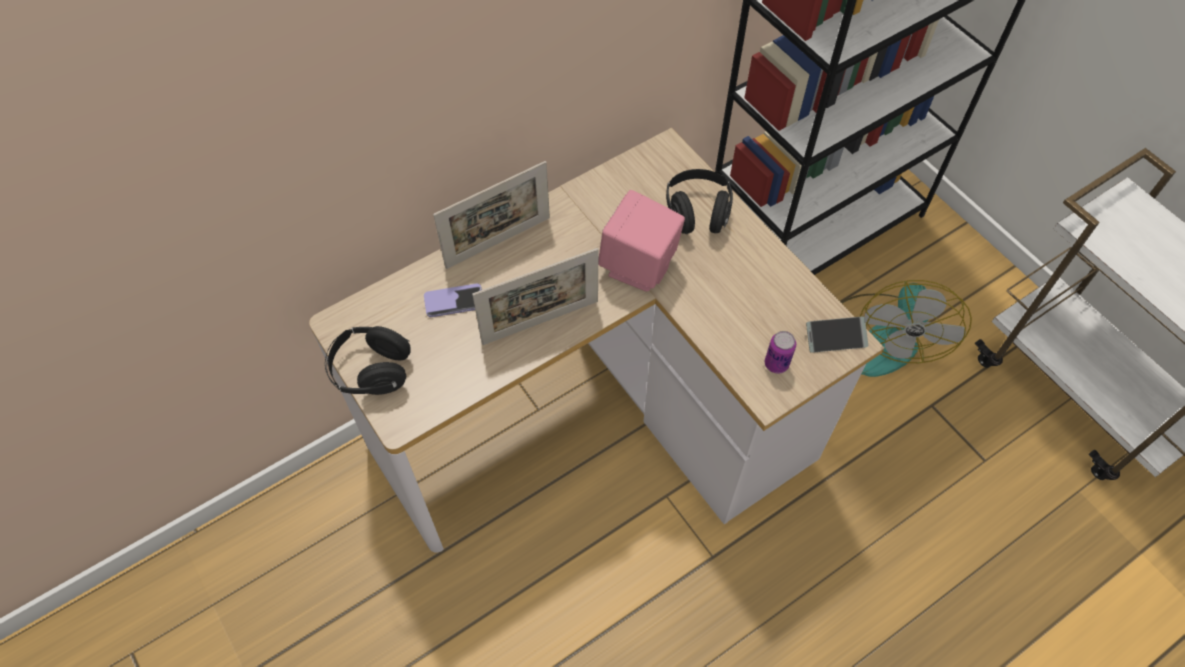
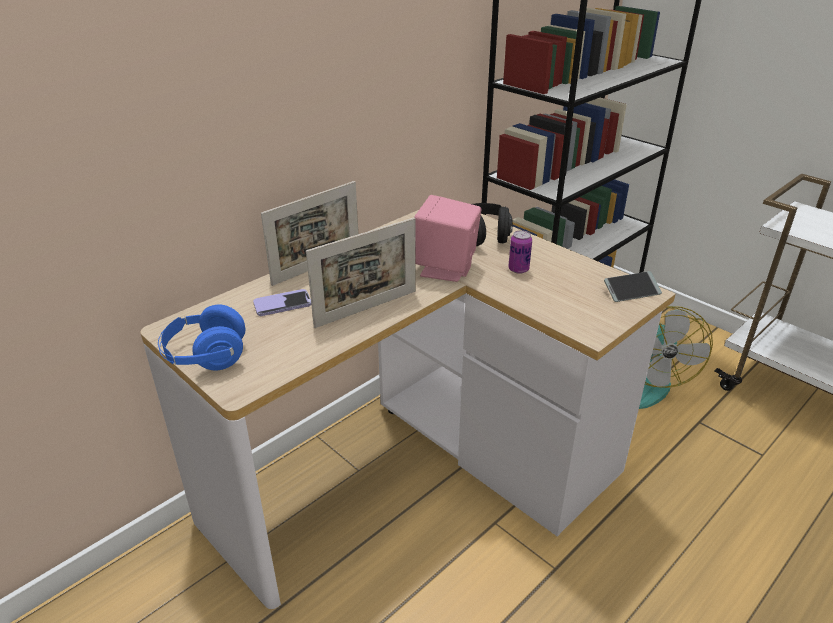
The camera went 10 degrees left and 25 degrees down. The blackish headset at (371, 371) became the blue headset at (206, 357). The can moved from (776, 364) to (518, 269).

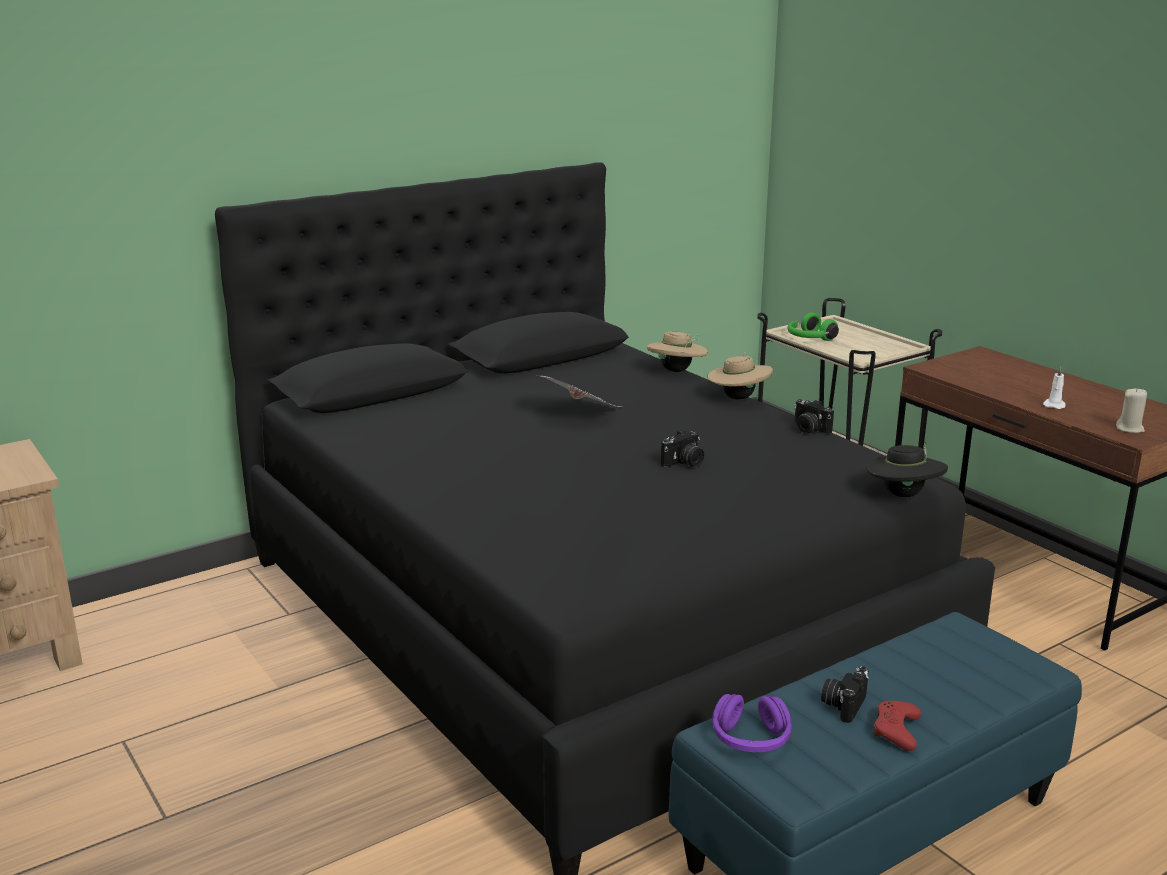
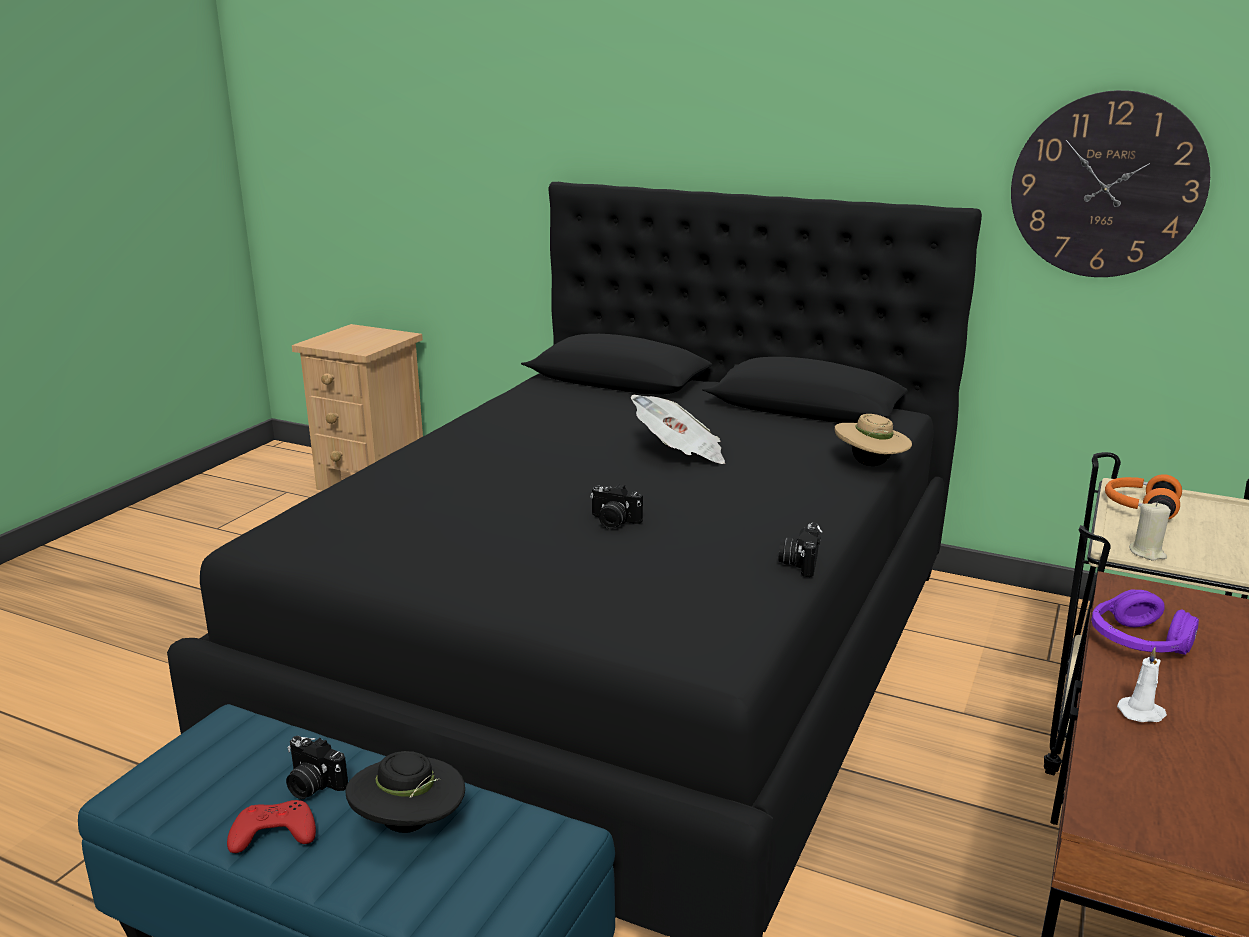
The camera went 60 degrees right and 0 degrees up. The green-coloured headset at (809, 339) became the orangey headset at (1139, 508). The beige hat at (738, 398) disappeared. The beige wax candle moved from (1130, 429) to (1147, 553). The blackish hat moved from (903, 495) to (409, 825). The still camera at (843, 704) turned 150 degrees counterclockwise. The purple-coloured headset moved from (751, 739) to (1137, 641). The hanging clock at (1107, 186) appeared.

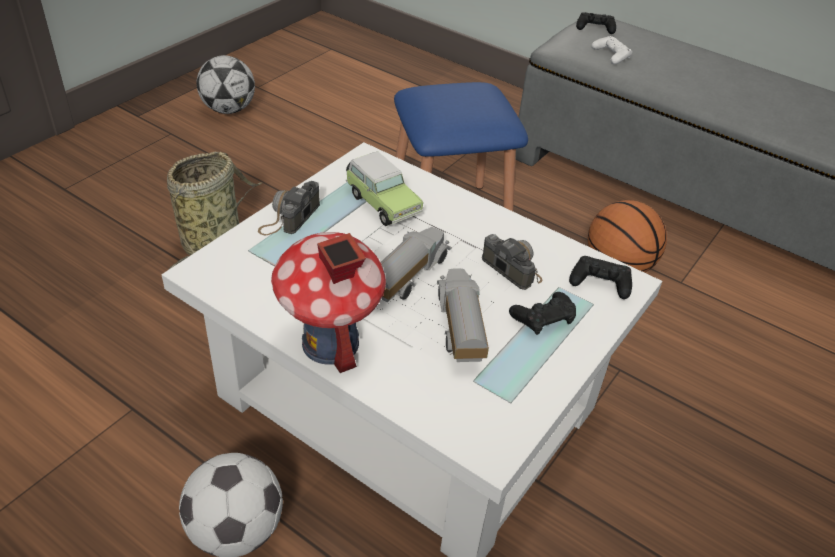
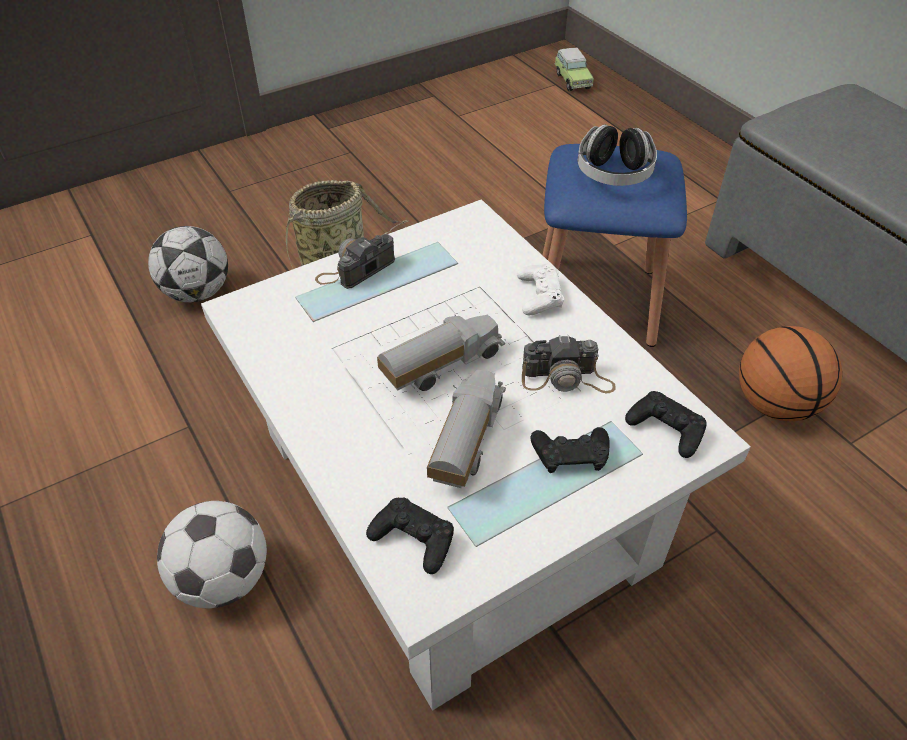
The camera went 25 degrees right and 5 degrees up. The blackish game controller moved from (595, 28) to (413, 539). The white-coloured game controller moved from (611, 55) to (539, 295). The football ball moved from (228, 109) to (197, 292). The toy car moved from (381, 203) to (572, 80). The model house at (330, 343) disappeared. The still camera at (509, 264) turned 105 degrees clockwise. The headset at (613, 175) appeared.

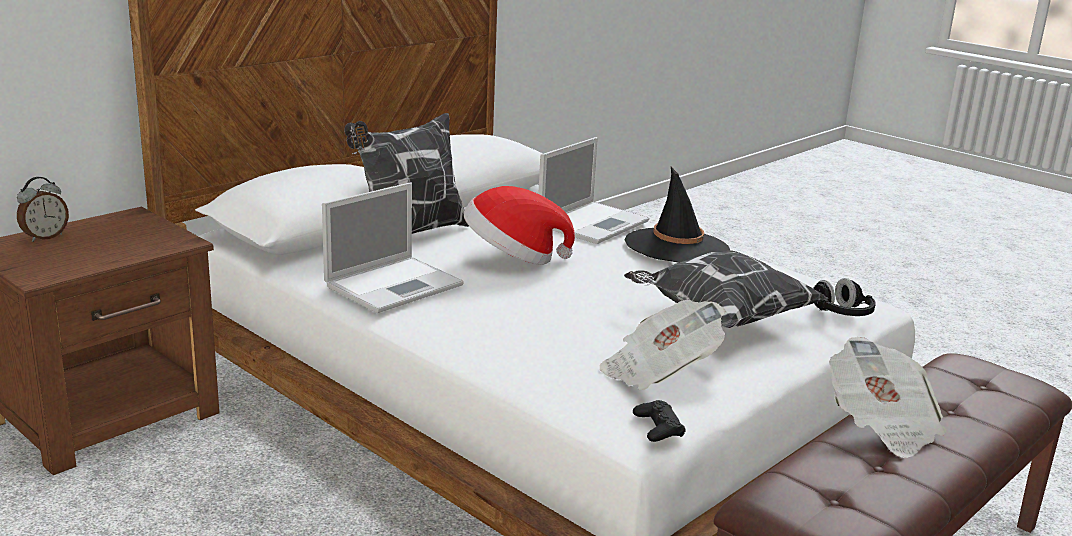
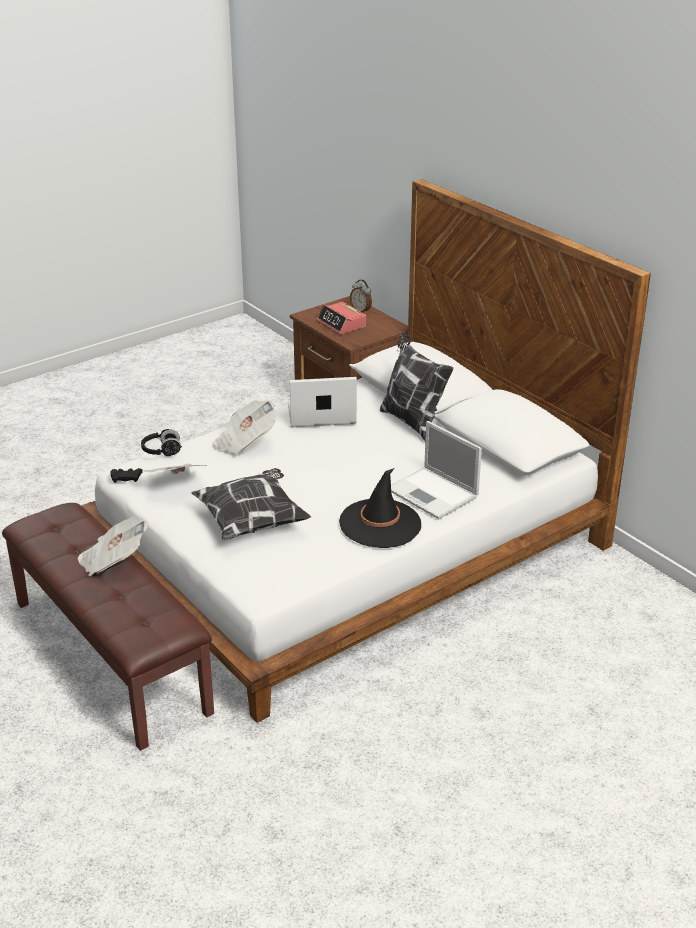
The camera went 100 degrees right and 10 degrees up. The notebook computer at (395, 284) turned 120 degrees clockwise. The hat at (513, 257) disappeared. The blackish headset moved from (841, 314) to (162, 451). The bedside clock at (341, 324) appeared. The printed paper at (245, 441) appeared.

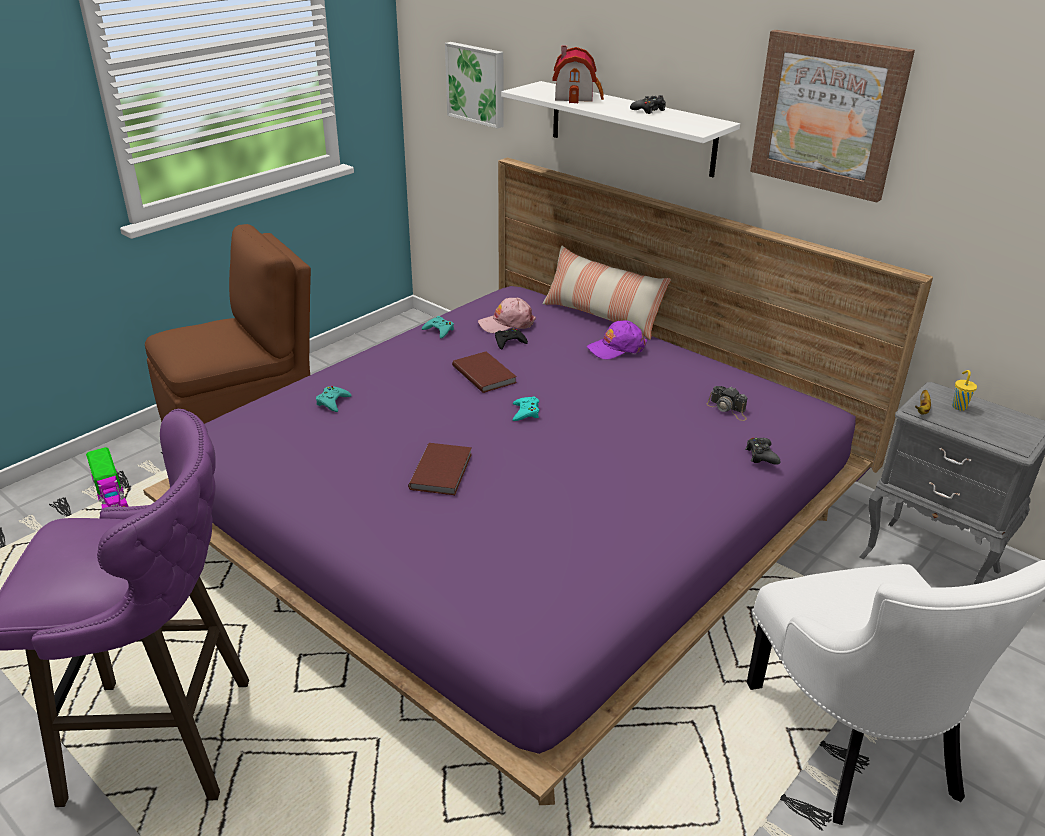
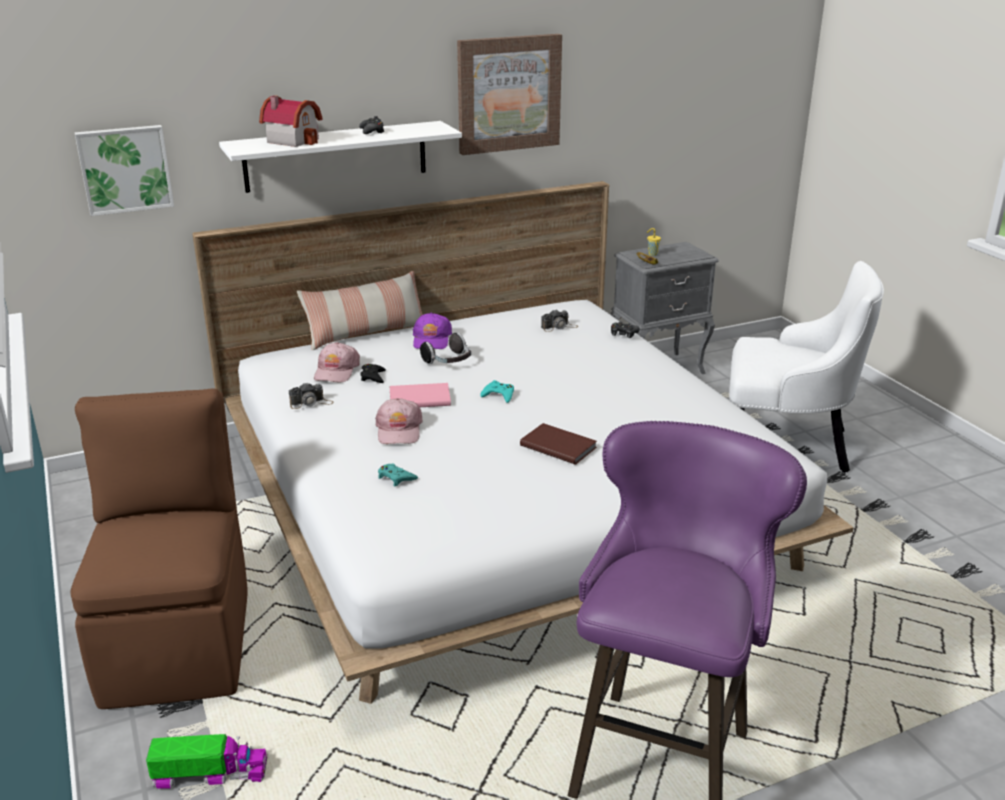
The camera went 65 degrees left and 5 degrees down. The purple-coloured bed at (521, 525) became the white-coloured bed at (503, 504). The turquoise game controller at (439, 330) was replaced by the still camera at (311, 403). The brownish volume at (485, 373) became the pinkish volume at (419, 398). The headset at (449, 362) appeared. The pinkish peaked cap at (399, 430) appeared.

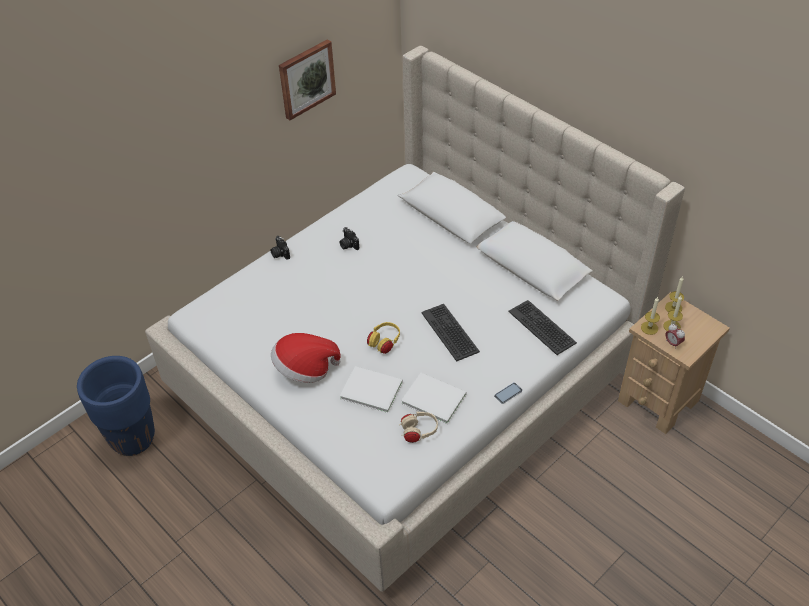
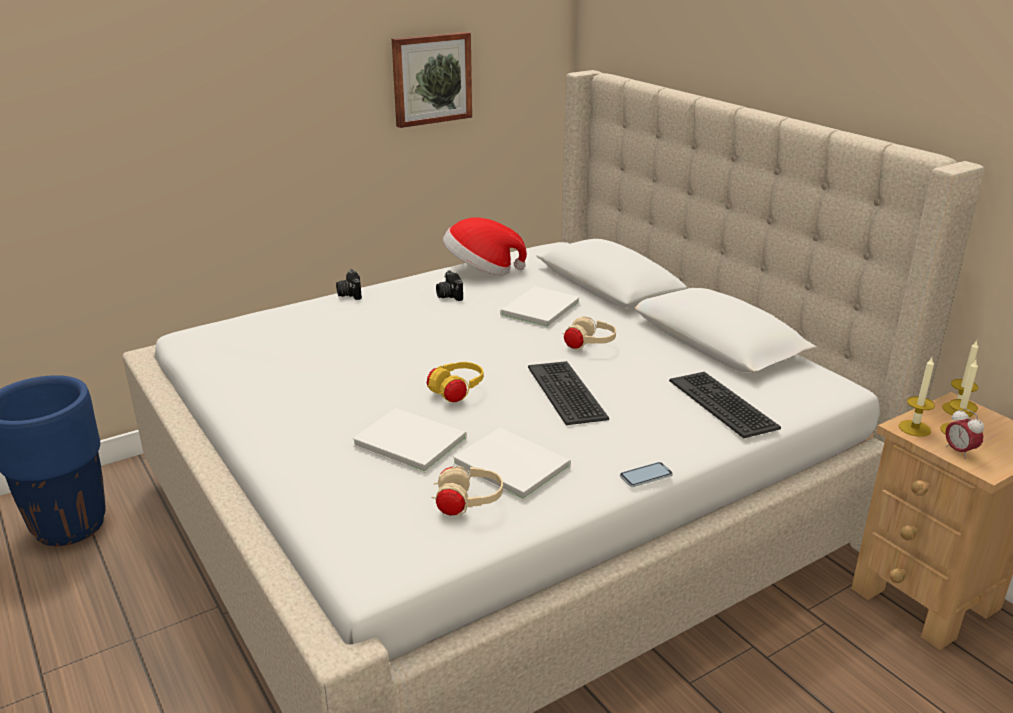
The camera went 10 degrees right and 20 degrees down. The hat moved from (305, 369) to (481, 270). The white-coloured volume at (537, 309) appeared. The beige headset at (589, 346) appeared.

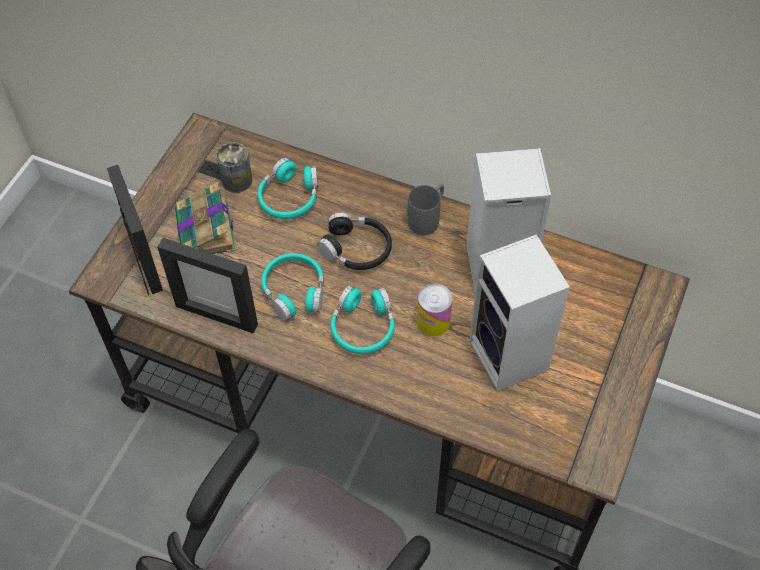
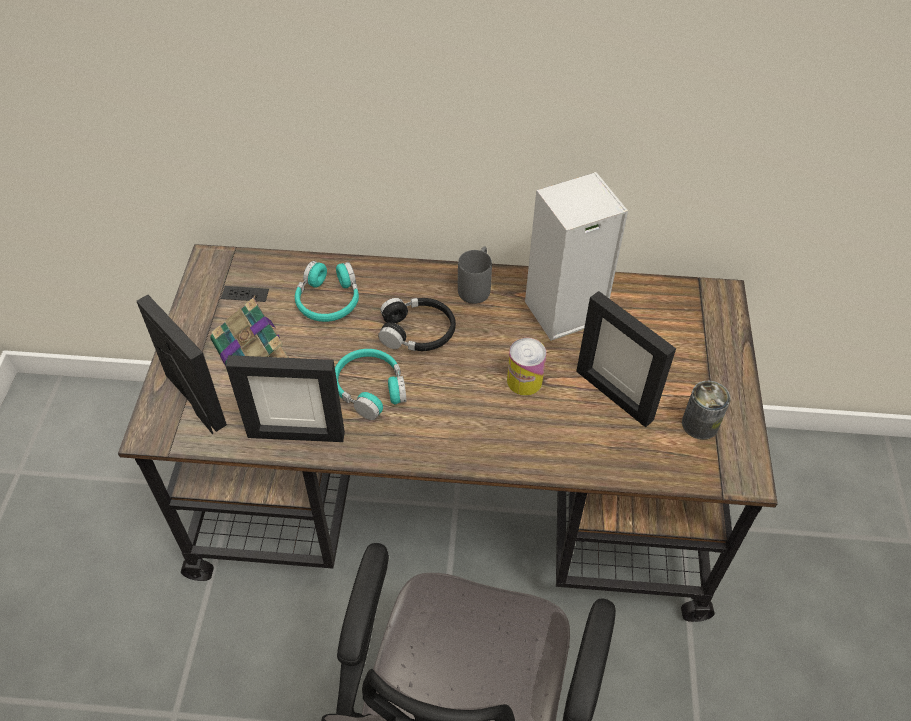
The camera went 20 degrees left and 5 degrees down. The can moved from (237, 180) to (700, 424). The loudspeaker at (511, 357) was replaced by the photo frame at (615, 394). The turquoise headset at (363, 327) disappeared.

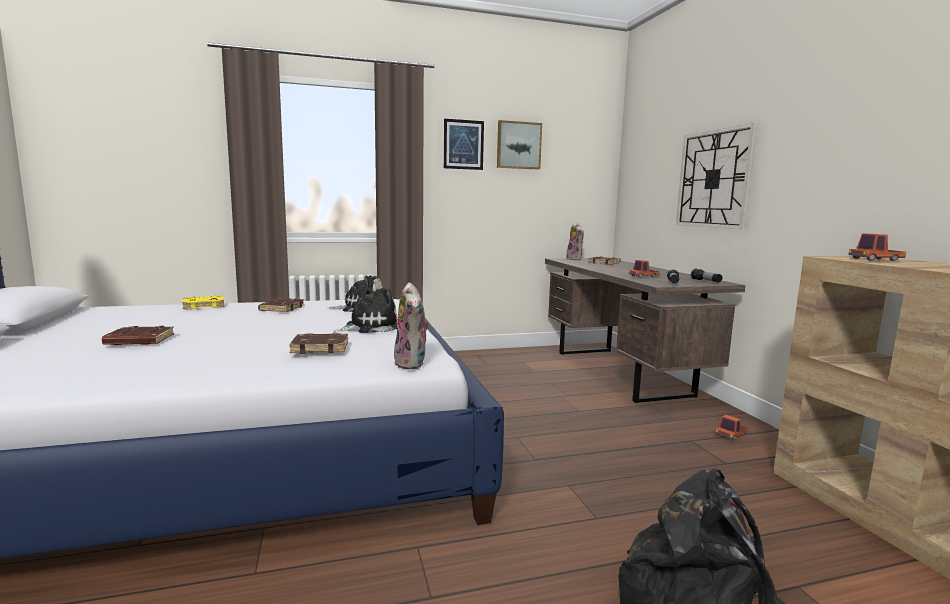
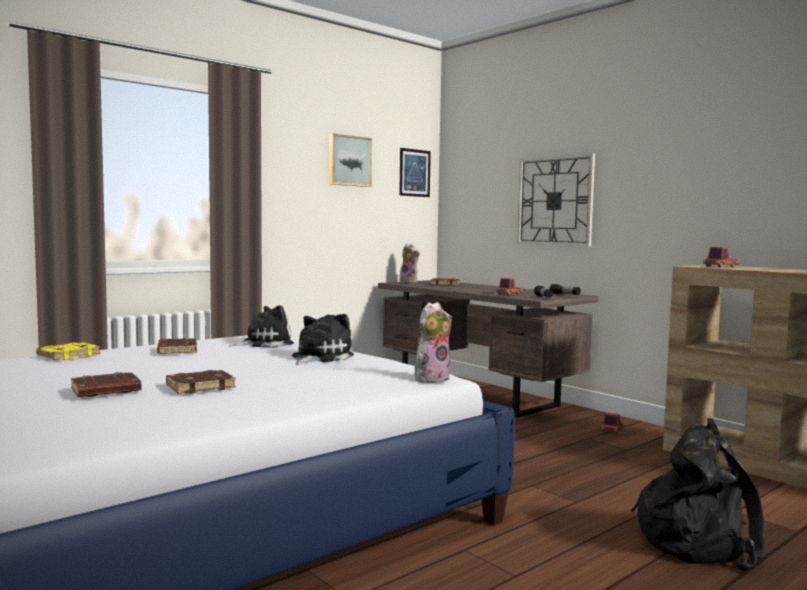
The camera went 25 degrees left and 5 degrees down. The wall art moved from (463, 144) to (414, 173). The soft toy at (412, 364) turned 90 degrees counterclockwise. The brownish volume moved from (321, 348) to (200, 387).

